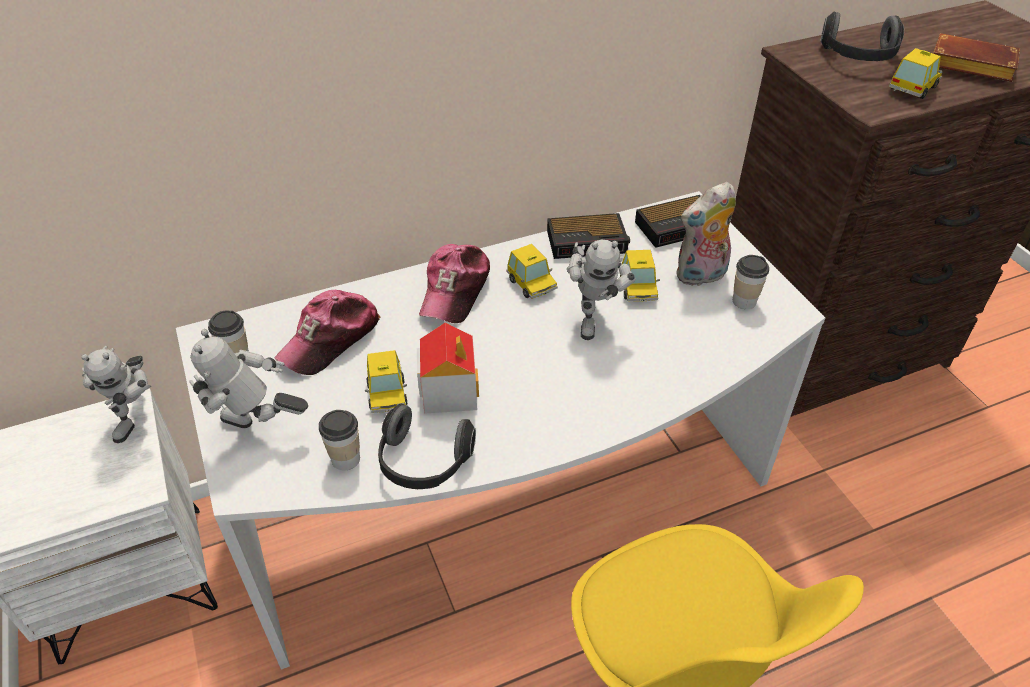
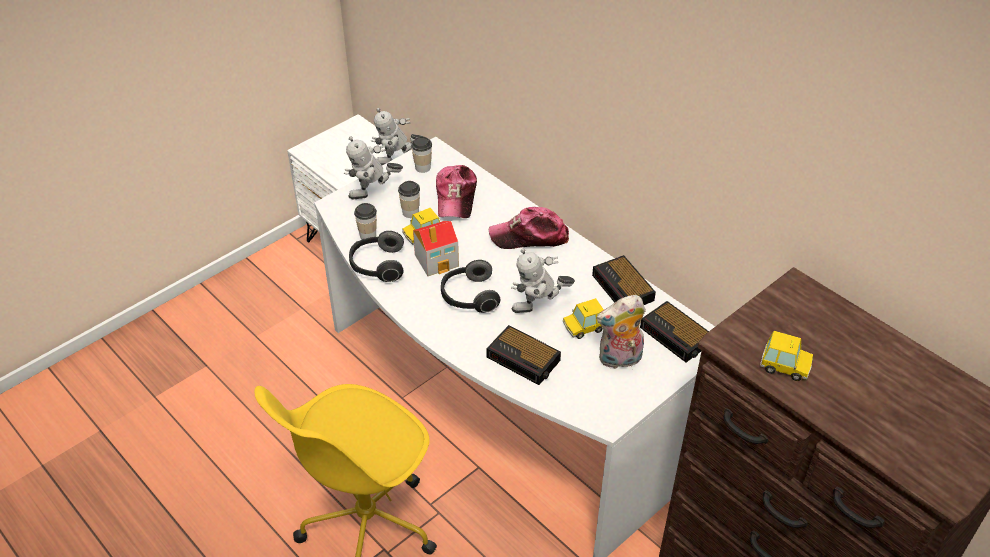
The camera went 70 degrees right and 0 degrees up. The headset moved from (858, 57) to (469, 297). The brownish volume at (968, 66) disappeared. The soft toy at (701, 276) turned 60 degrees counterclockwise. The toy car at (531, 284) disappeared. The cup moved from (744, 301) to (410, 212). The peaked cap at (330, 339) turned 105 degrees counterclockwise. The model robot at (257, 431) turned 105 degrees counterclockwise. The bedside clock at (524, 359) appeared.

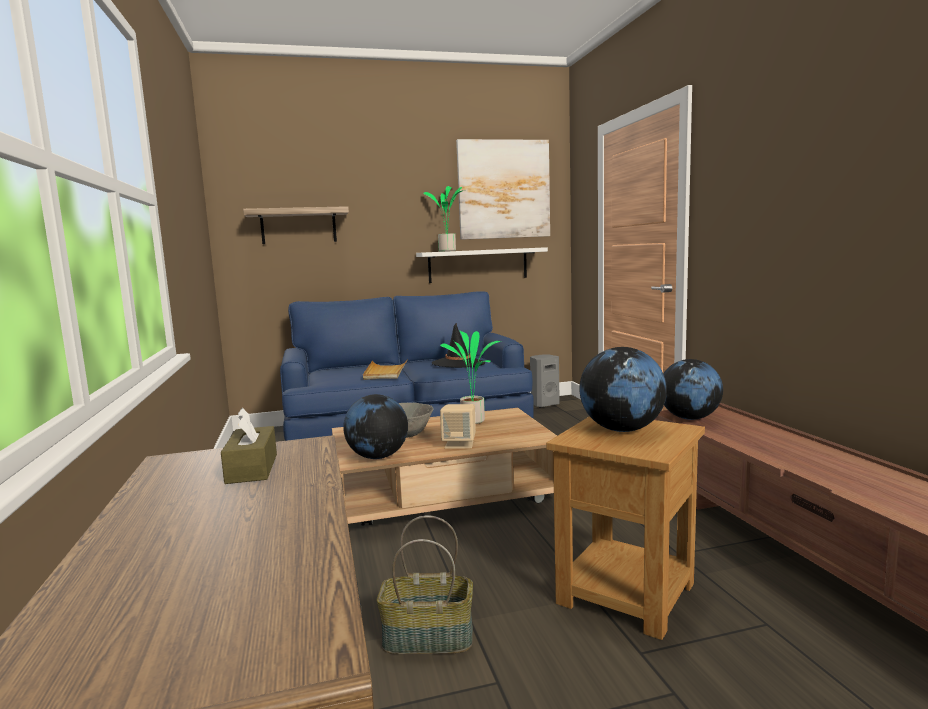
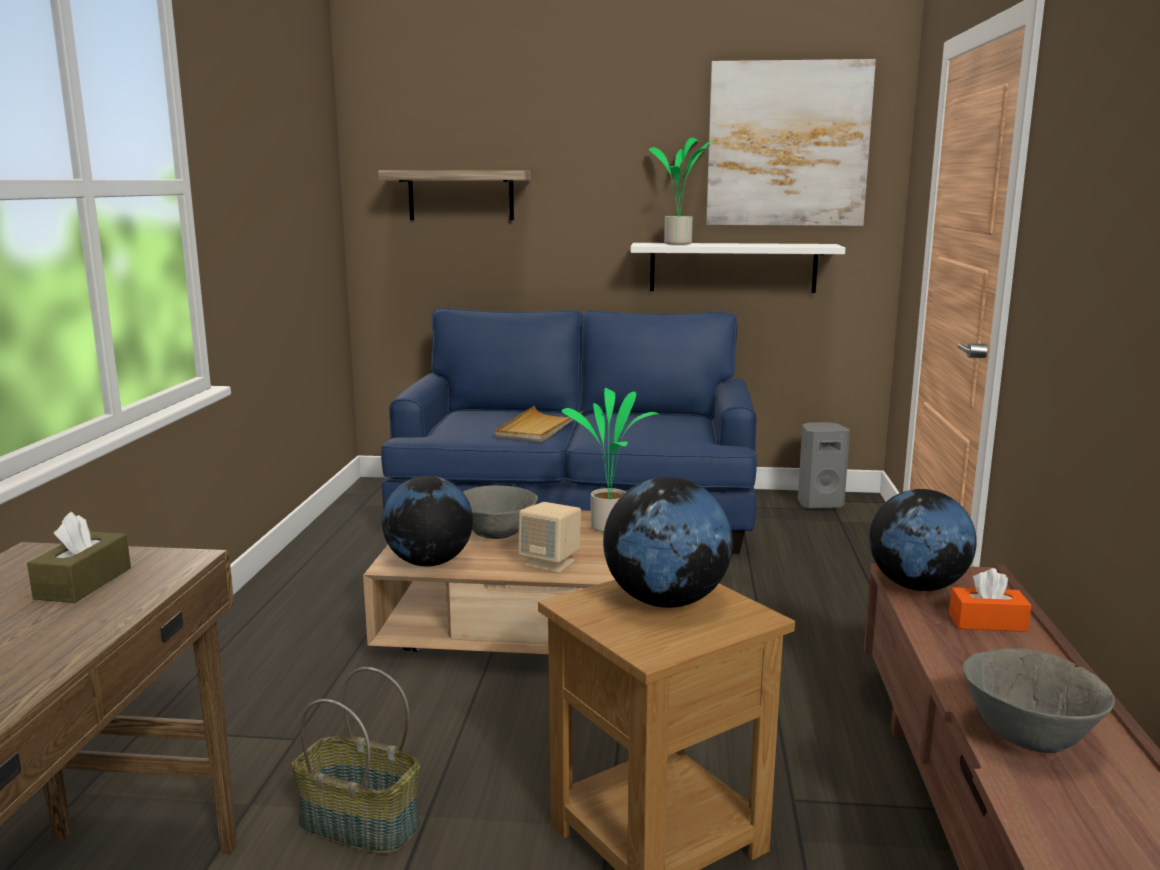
The camera went 20 degrees right and 5 degrees up. The blackish hat at (458, 363) disappeared. The orangey tissue box at (987, 622) appeared. The grey deep dish at (1028, 738) appeared.

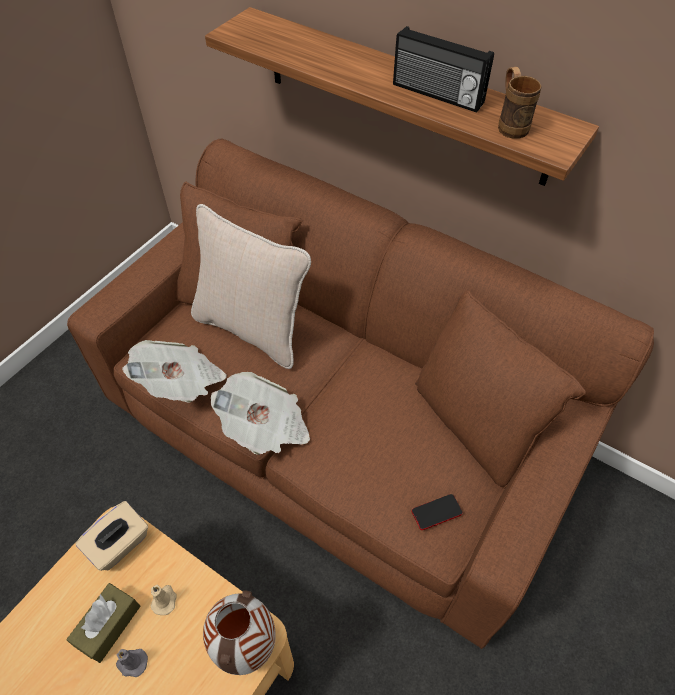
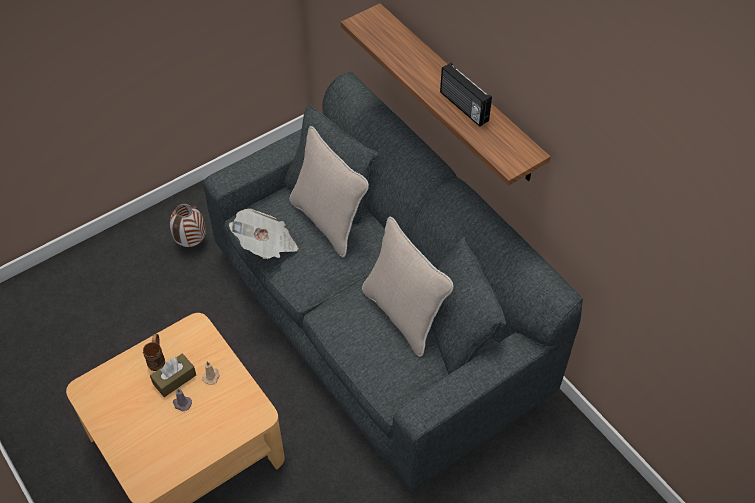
The camera went 20 degrees right and 0 degrees up. The brownish tea mug moved from (510, 124) to (157, 359). The brownish settee at (337, 435) became the grey settee at (377, 323). The printed paper at (265, 427) disappeared. The telephone at (436, 512) disappeared. The beige tissue box at (120, 544) disappeared. The vase moved from (245, 644) to (191, 242). The beige throw pillow at (403, 315) appeared.

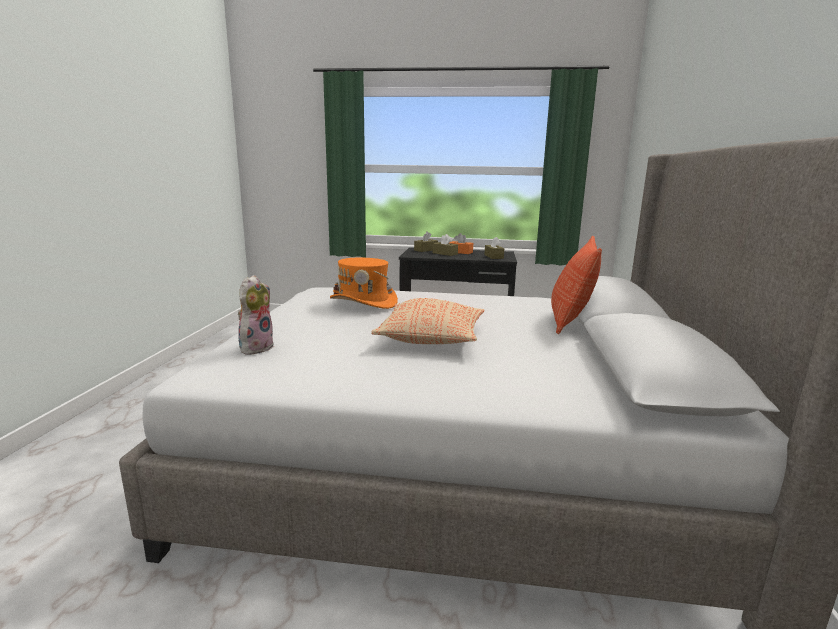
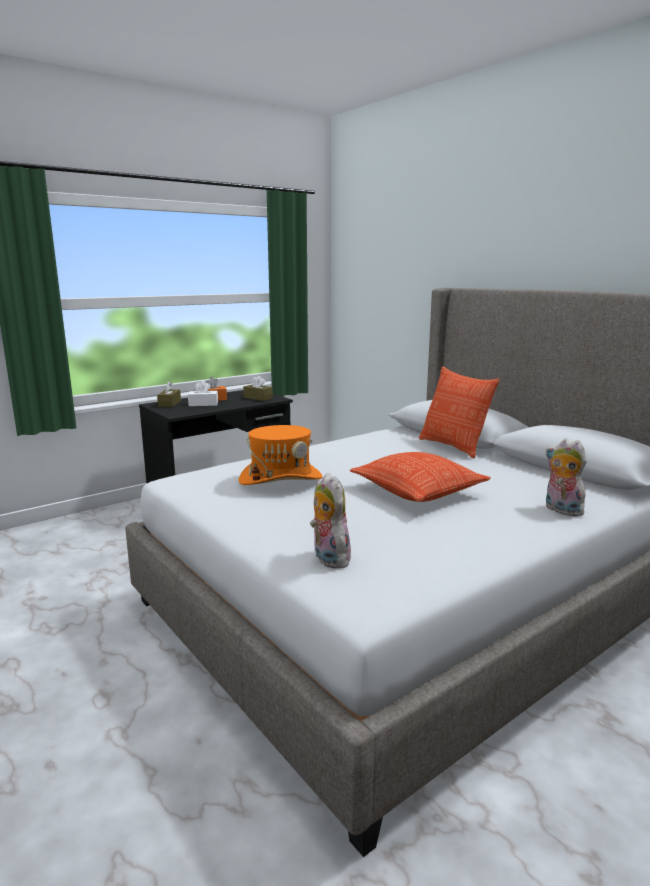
The camera went 45 degrees left and 0 degrees up. The brownish tissue box at (445, 253) became the white-coloured tissue box at (203, 404). The beige throw pillow at (431, 338) became the orangey throw pillow at (418, 492). The soft toy at (561, 510) appeared.

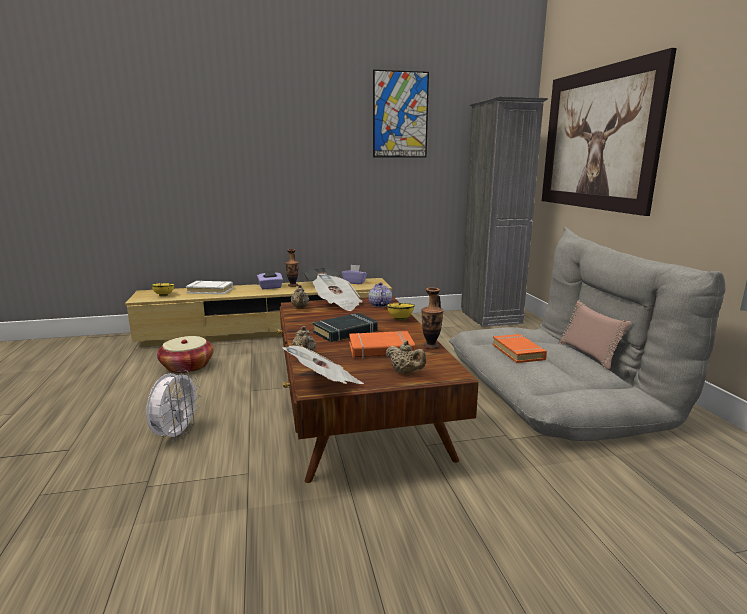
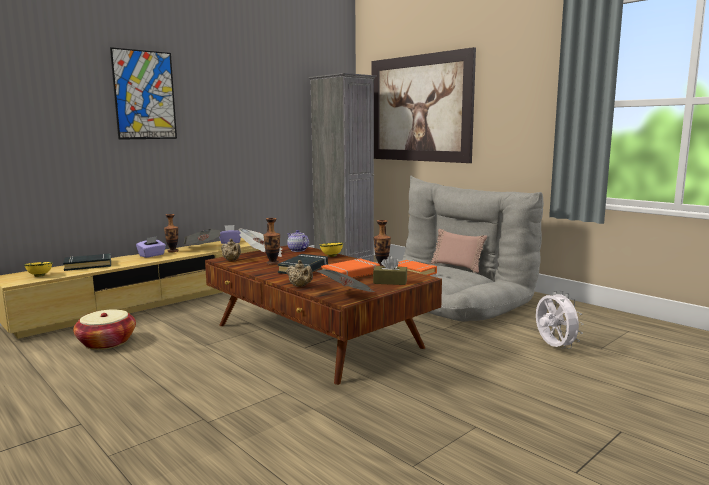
The camera went 30 degrees left and 5 degrees down. The wall art moved from (400, 115) to (144, 95). The white-coloured volume at (210, 290) became the blackish volume at (88, 265). The beige tea pot at (405, 372) was replaced by the brownish tissue box at (390, 282). The white-coloured electric fan moved from (176, 435) to (553, 347). The vase at (273, 263) appeared.

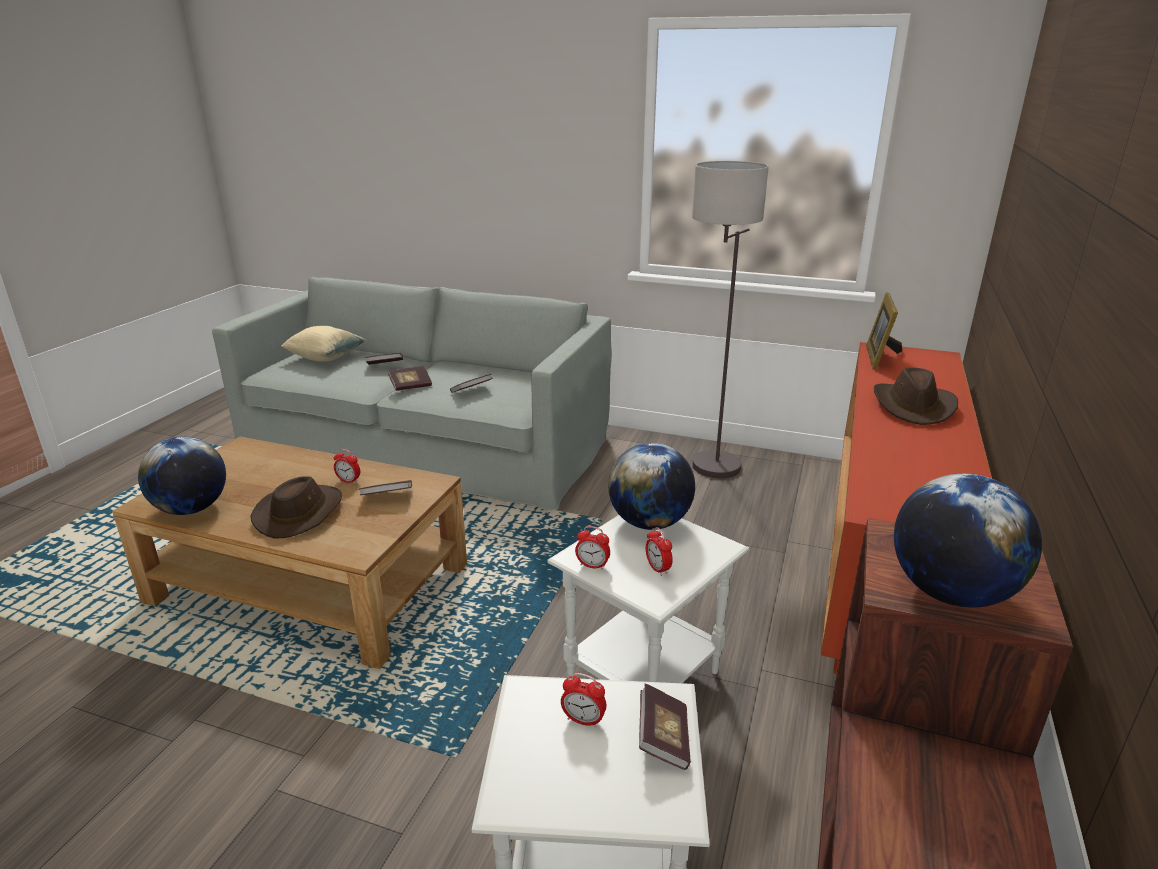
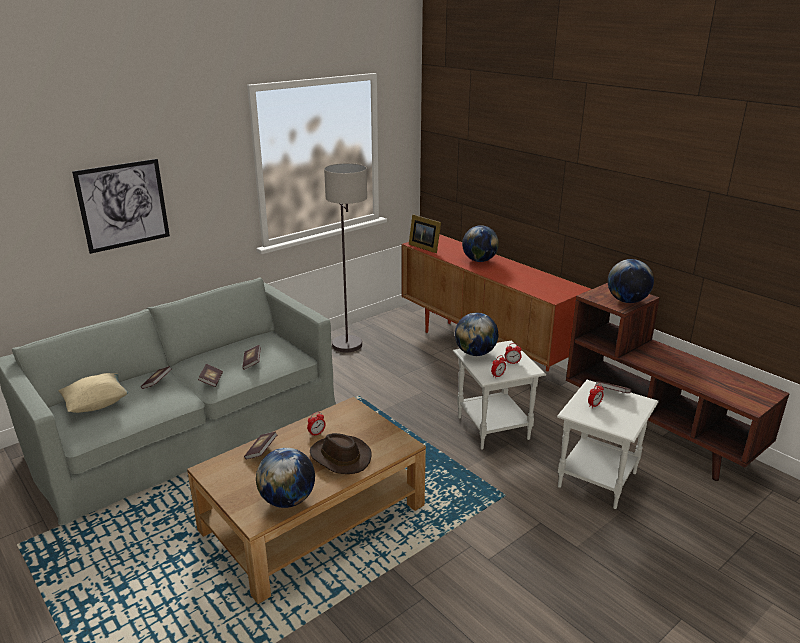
The camera went 60 degrees left and 0 degrees up. The brownish hat at (913, 406) was replaced by the desk globe at (479, 260). The volume moved from (387, 497) to (261, 451). The wall art at (123, 205) appeared.

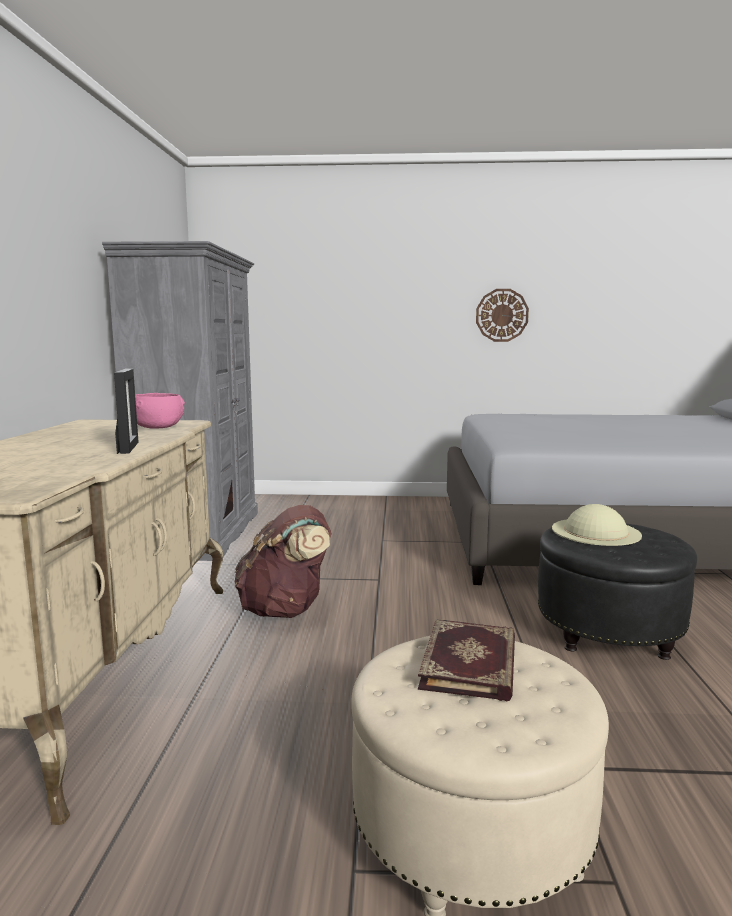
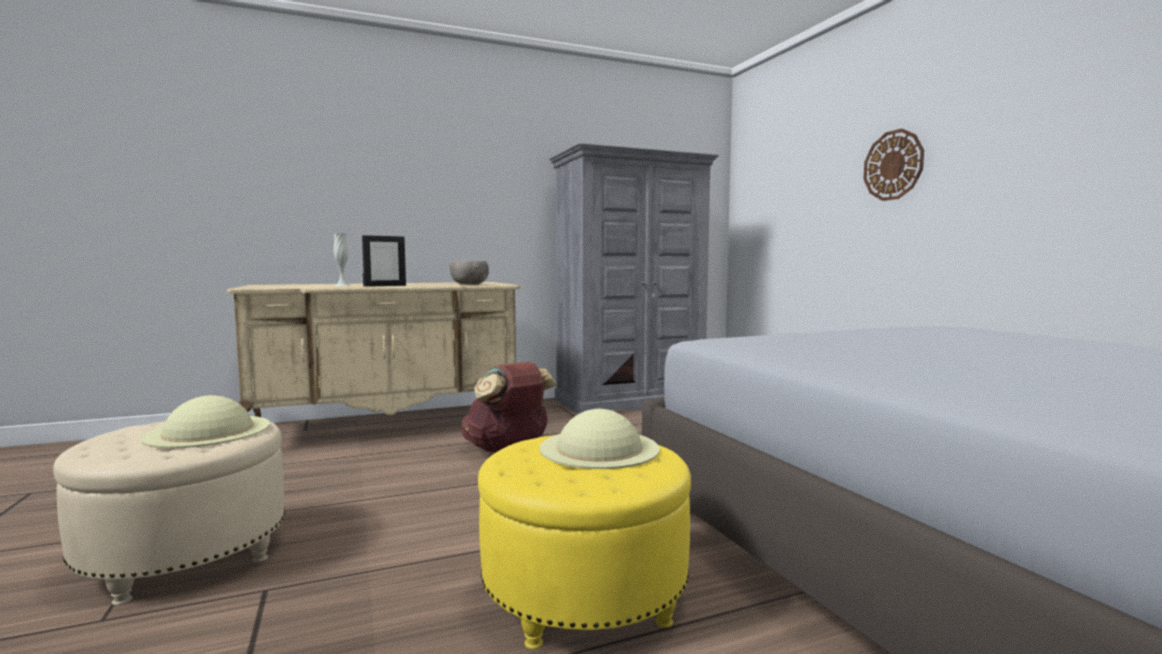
The camera went 65 degrees right and 5 degrees down. The hanging clock moved from (502, 315) to (893, 165). The pinkish deep dish at (157, 427) became the grey deep dish at (469, 284). The blackish footrest at (608, 632) became the yellow footrest at (584, 596). The volume at (471, 663) was replaced by the beige hat at (209, 431). The white-coloured vase at (342, 285) appeared.

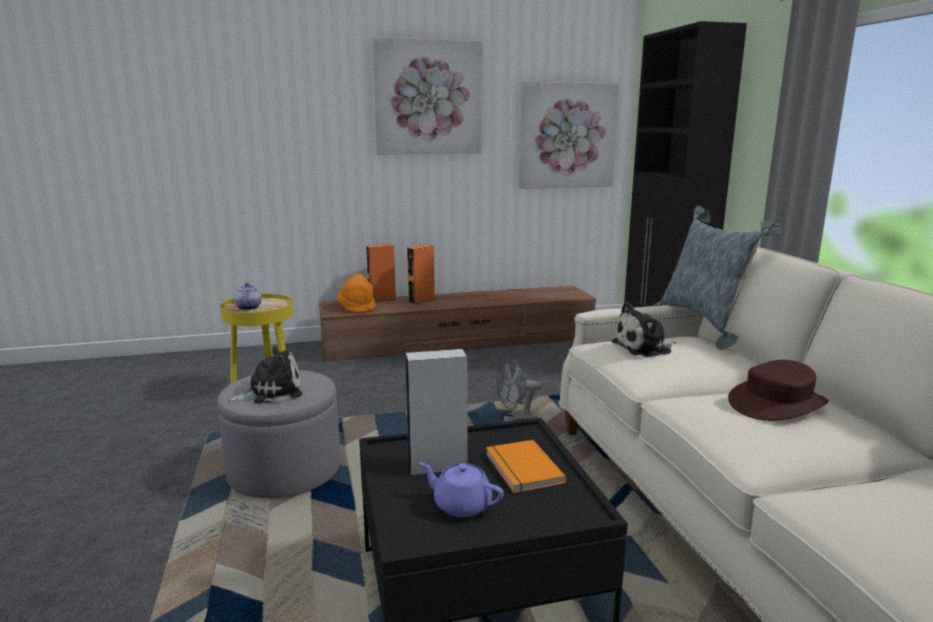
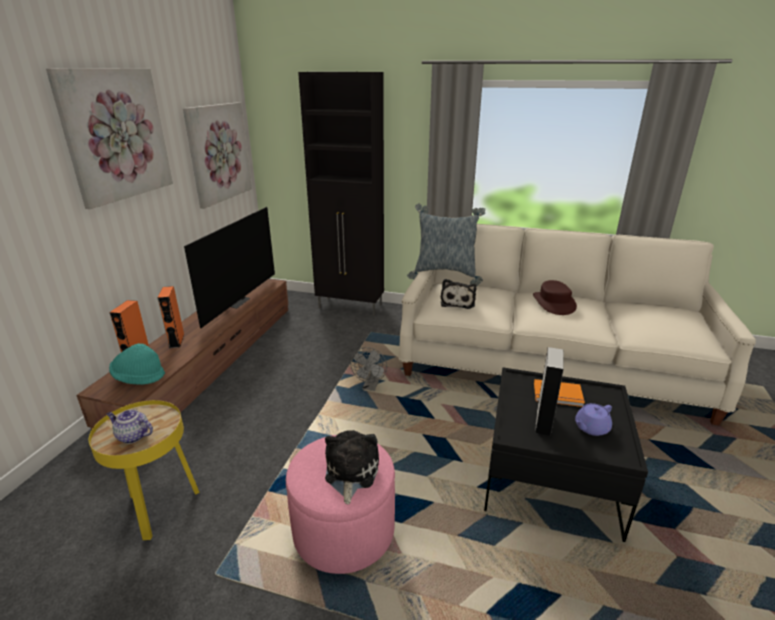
The camera went 60 degrees left and 10 degrees up. The orangey hat at (357, 307) became the turquoise hat at (139, 377). The grey footrest at (285, 471) became the pinkish footrest at (344, 530). The TV at (236, 302) appeared.

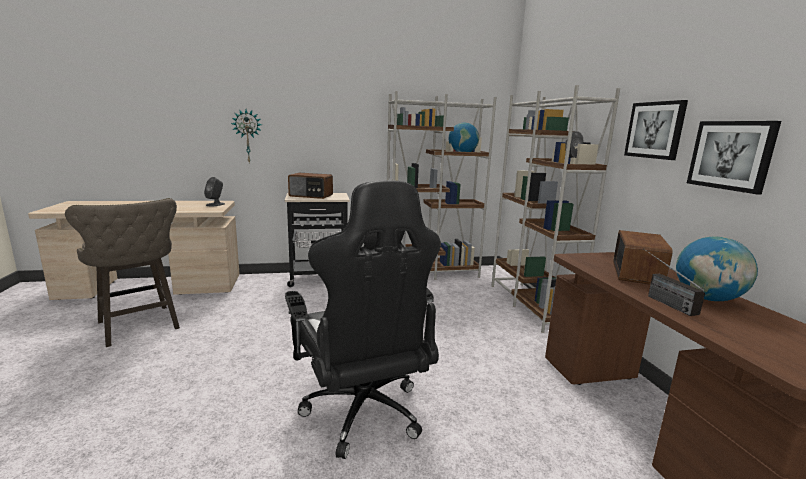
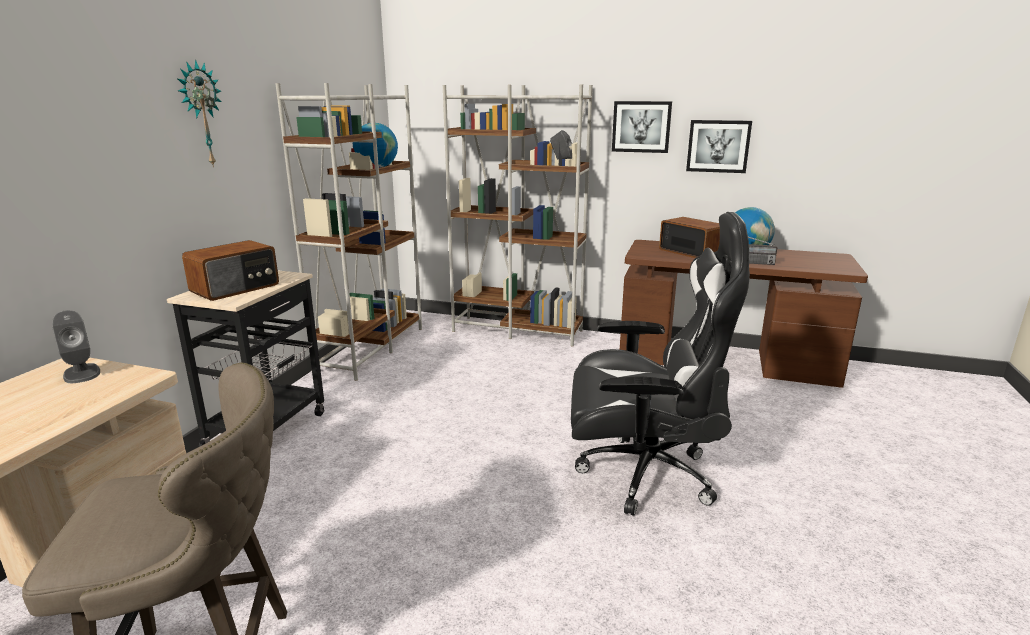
The camera went 60 degrees left and 5 degrees up. The hanging clock moved from (247, 136) to (200, 114).

